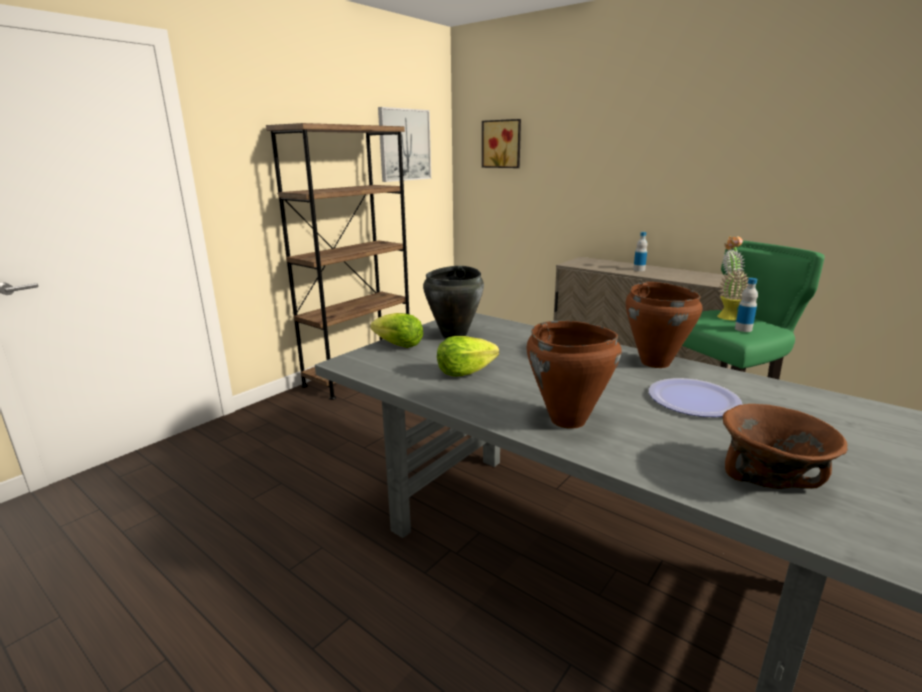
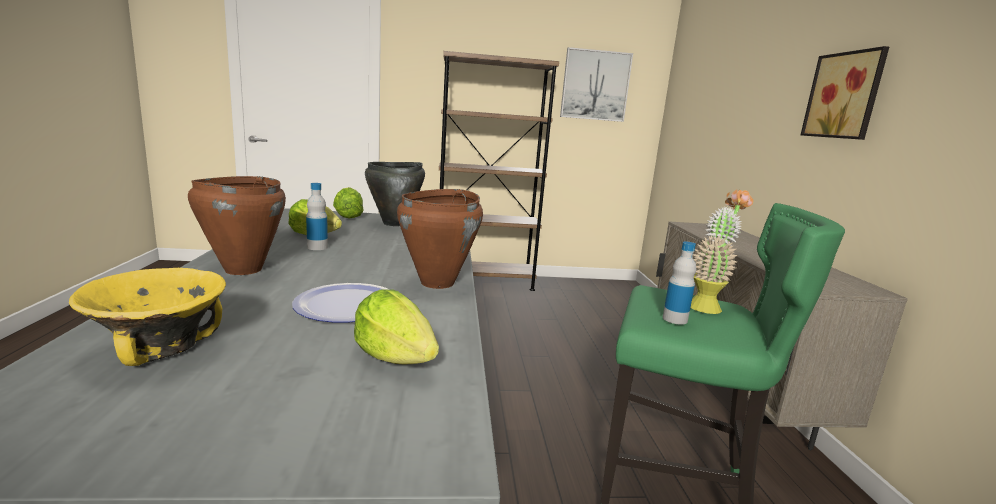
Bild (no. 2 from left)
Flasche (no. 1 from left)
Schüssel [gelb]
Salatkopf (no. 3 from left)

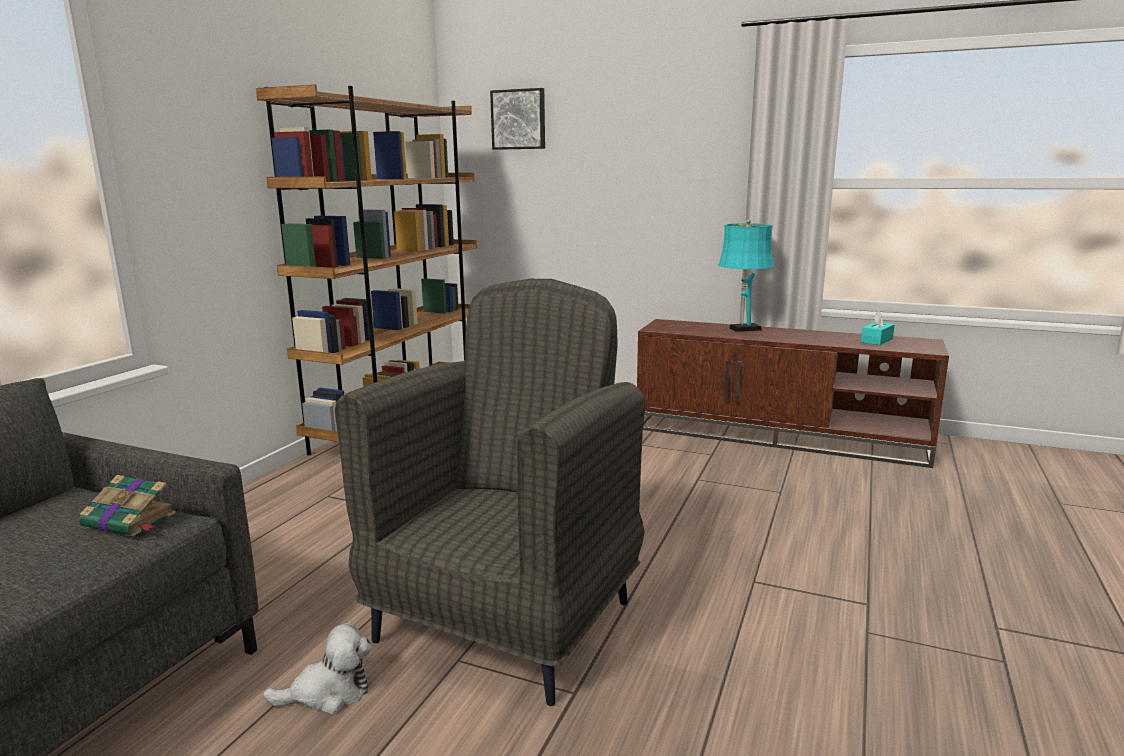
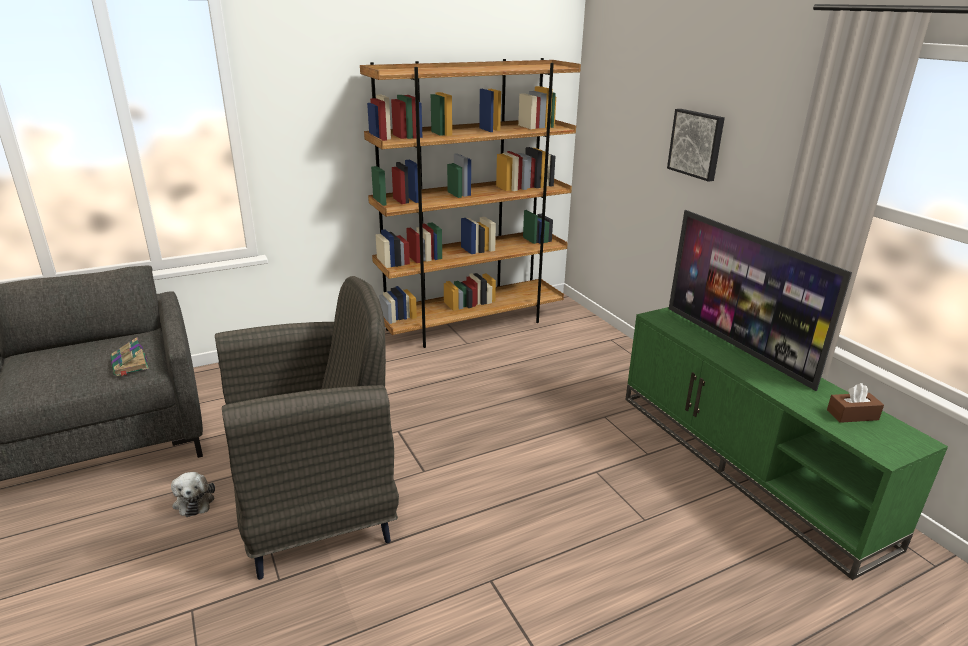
Bild
Fernseher
Taschentuchbox [braun]
Fernsehschrank [grün]
Plüschtier

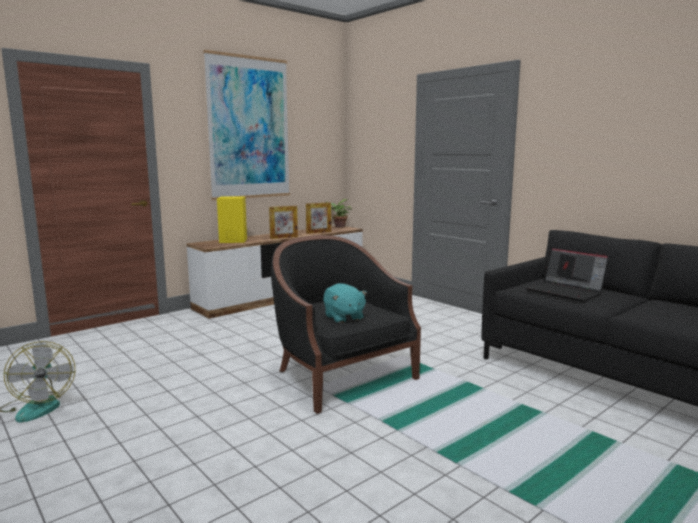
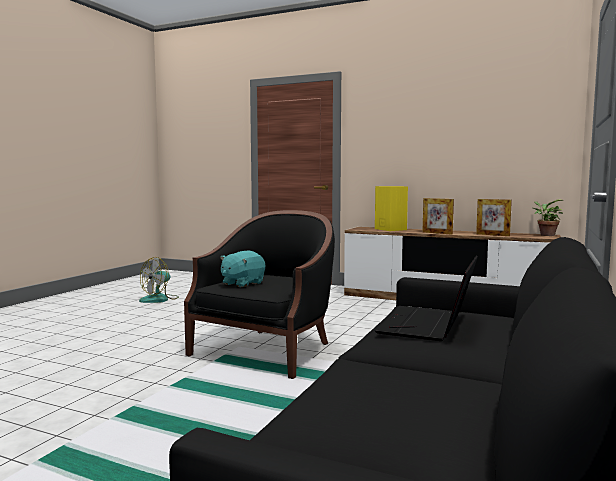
Bild

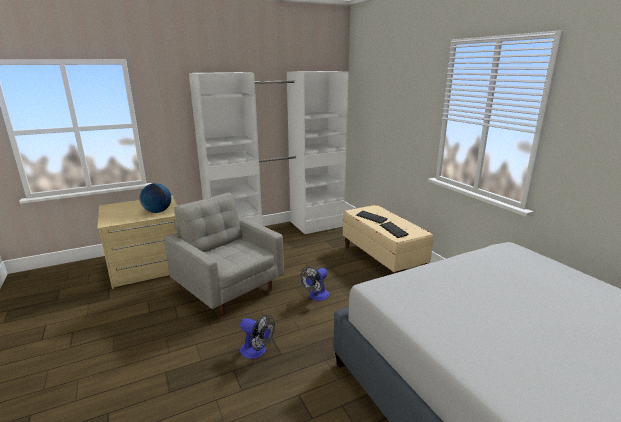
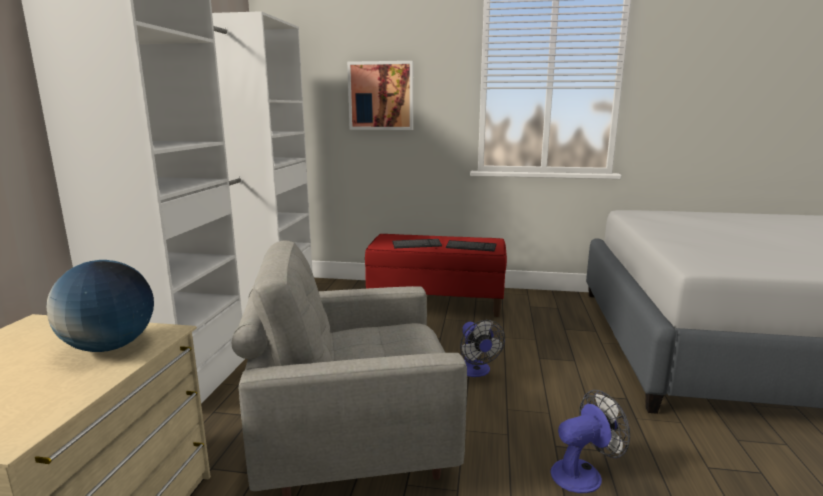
Bank [rot]
Bild

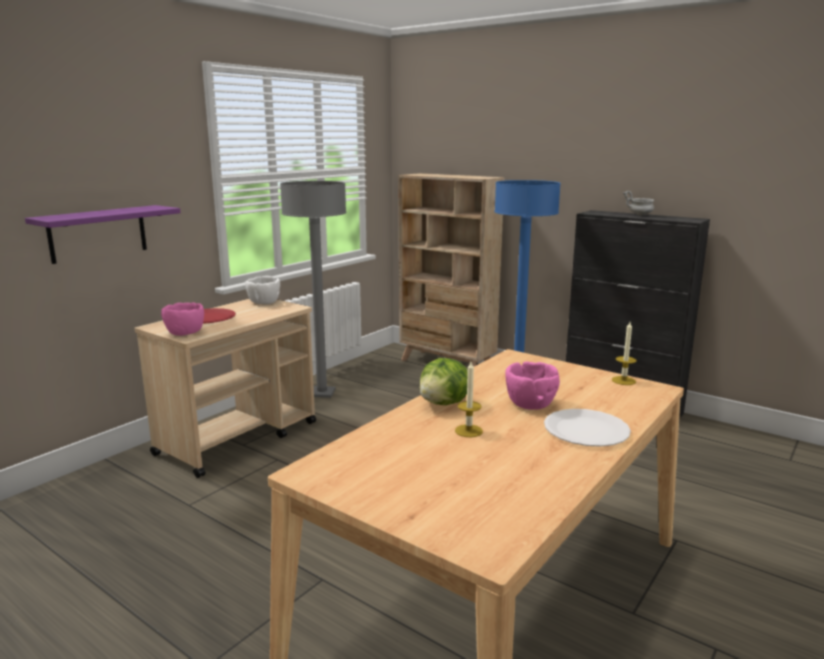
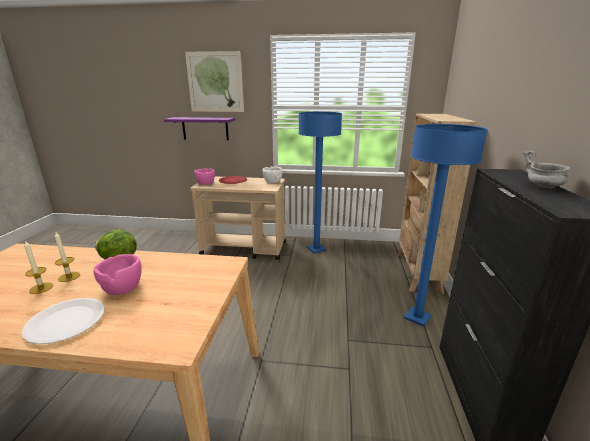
Stehlampe [blau] (no. 1 from left)
Kerze (no. 1 from left)
Bild

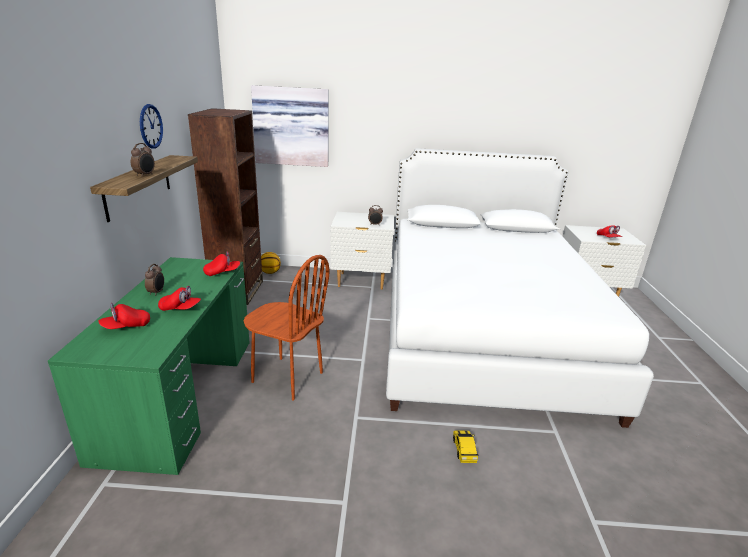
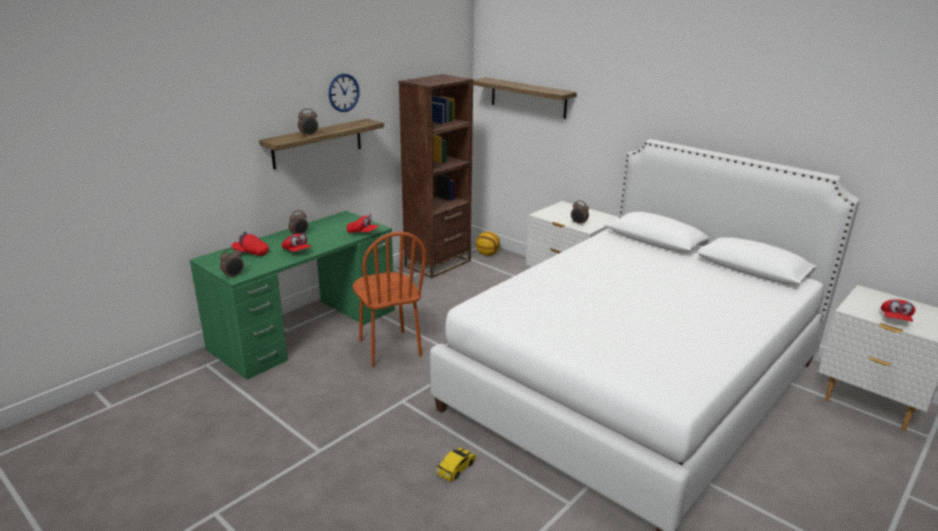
Wandregal (no. 2 from left)
Wecker (no. 1 from left)

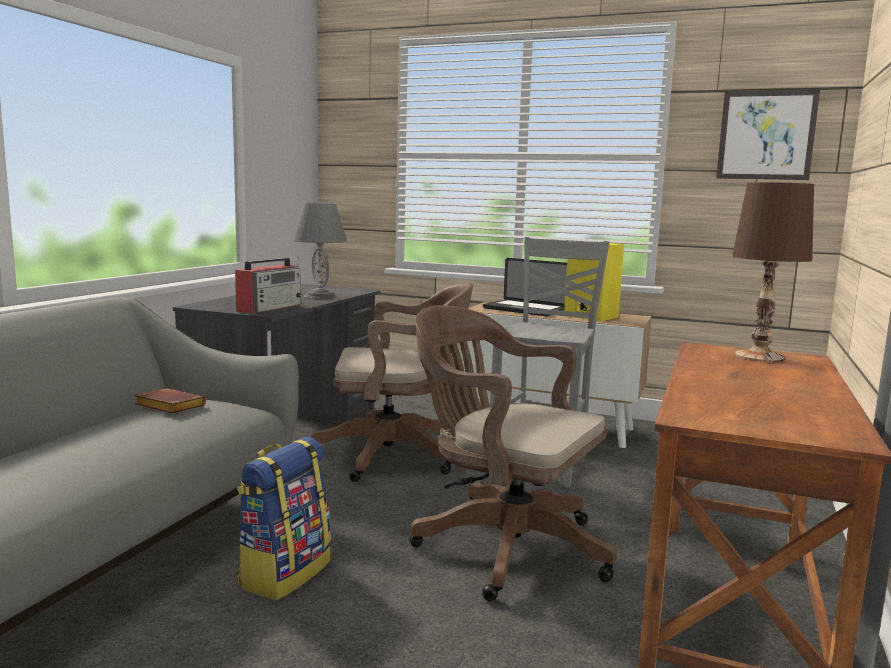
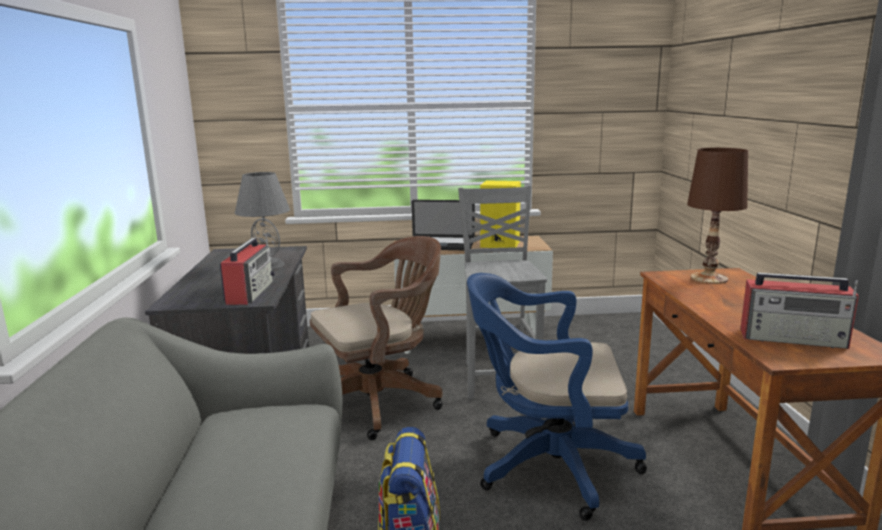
Bild
Bürostuhl [blau]
Buch [braun]
Radio (no. 2 from left)

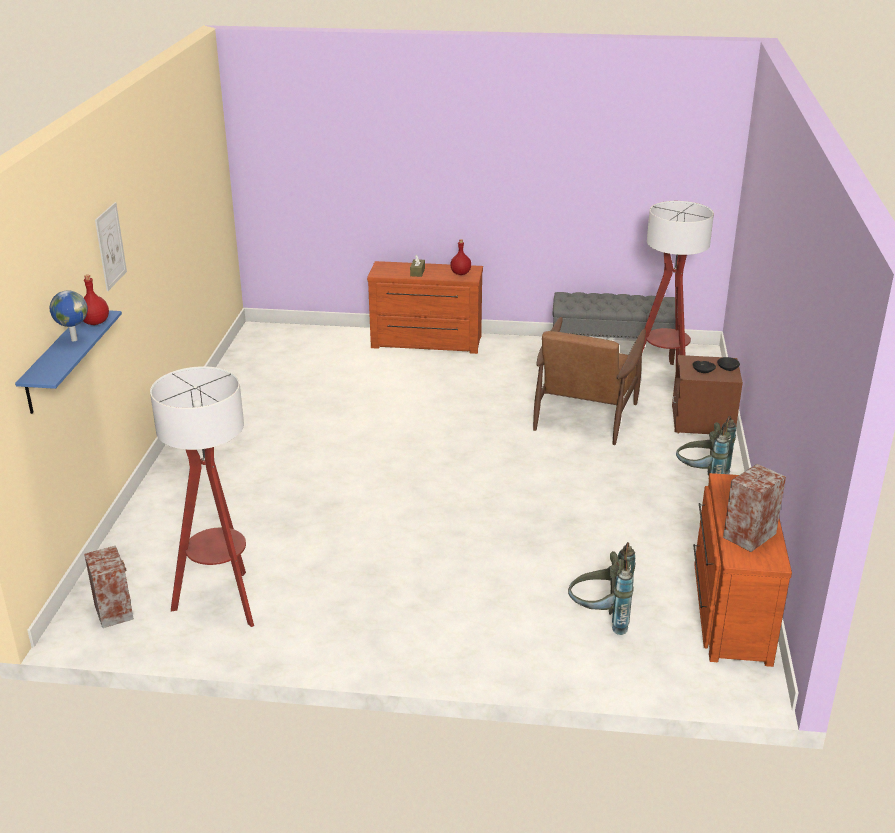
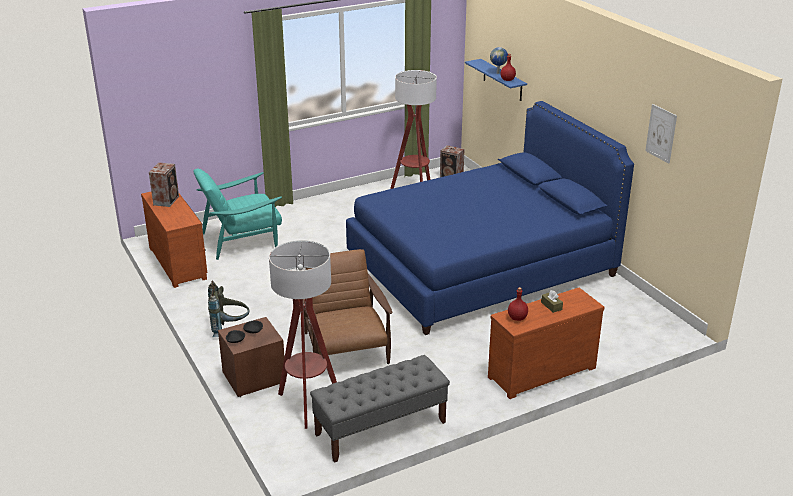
Bild
Sessel [türkis]
Bett [blau]

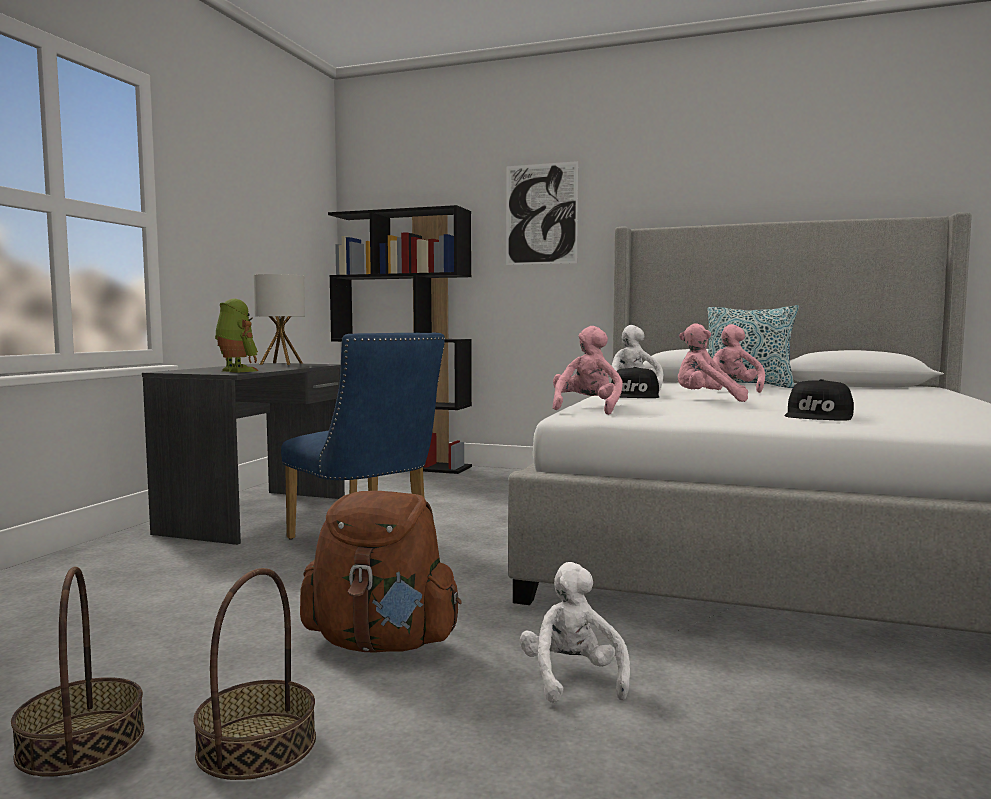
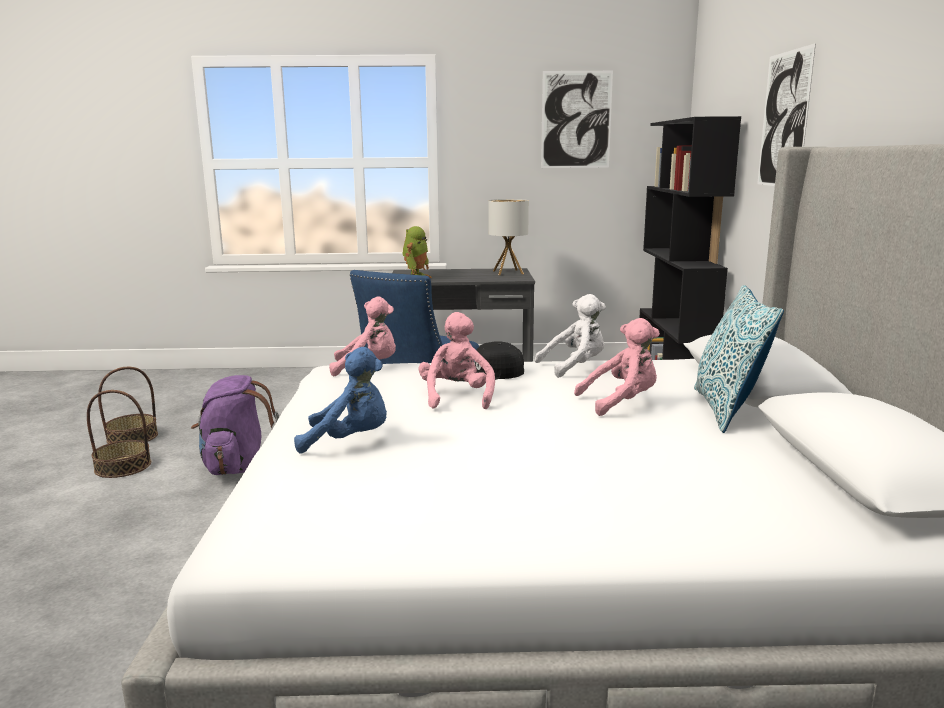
Plüschtier [blau]
Rucksack [lila]
Plüschtier [weiß] (no. 1 from left in the first image)
Bild (no. 1 from left)

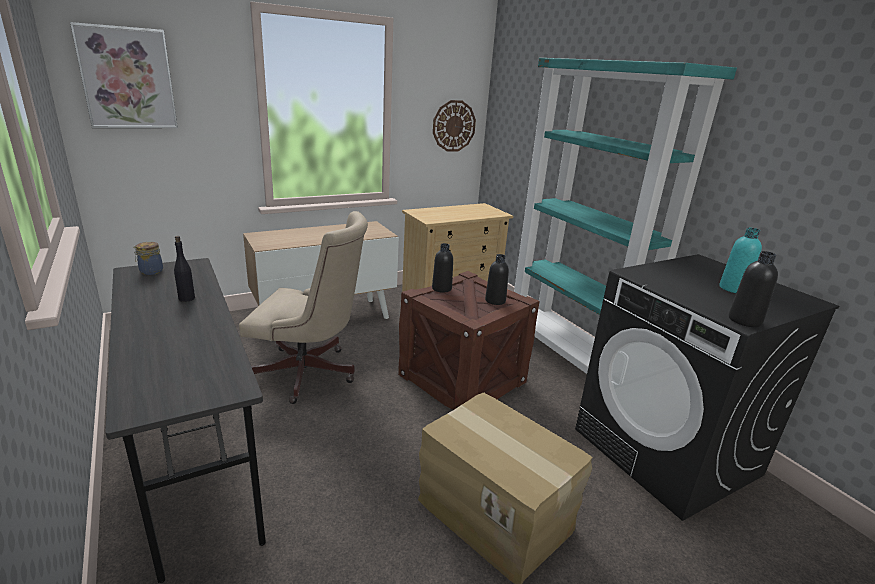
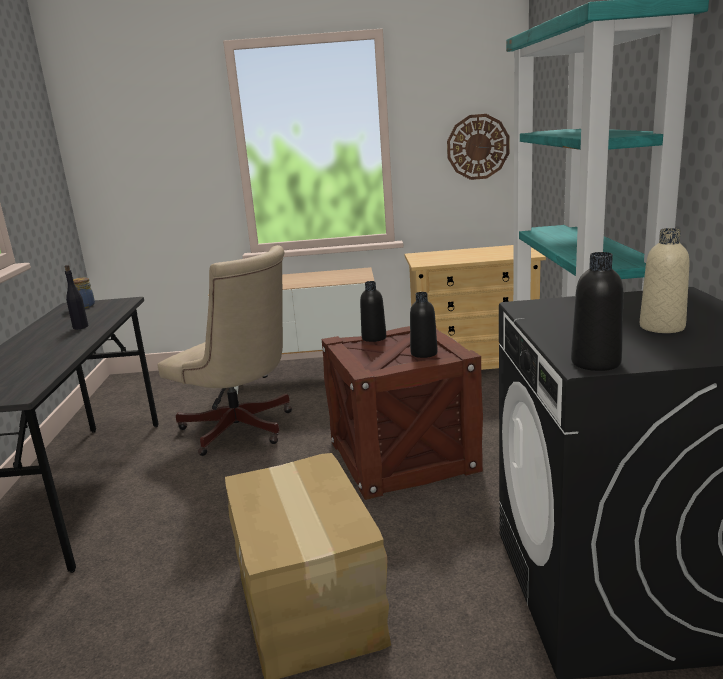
Bild
Flasche [beige]

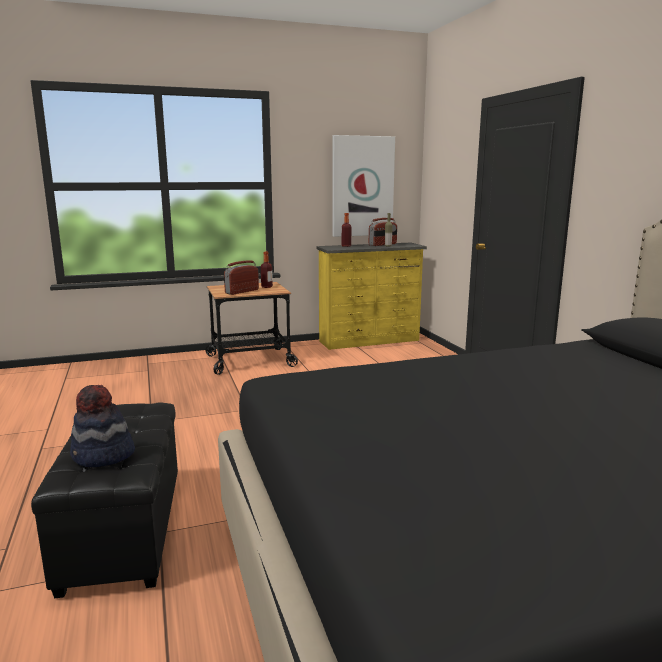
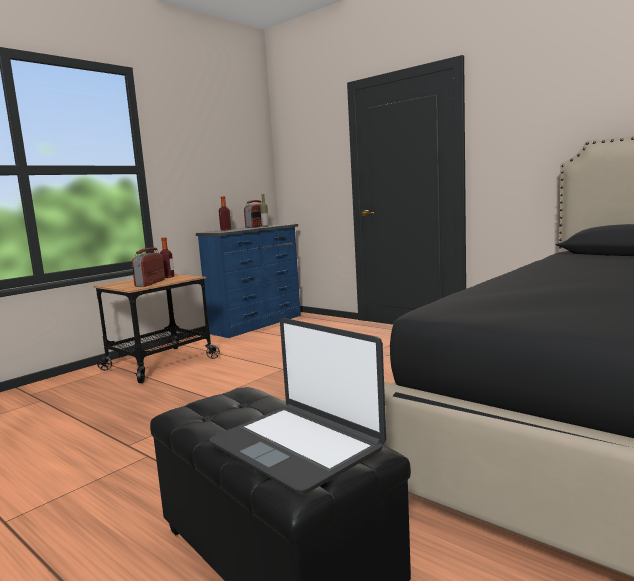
Bild
Kommode [blau]
Laptop

